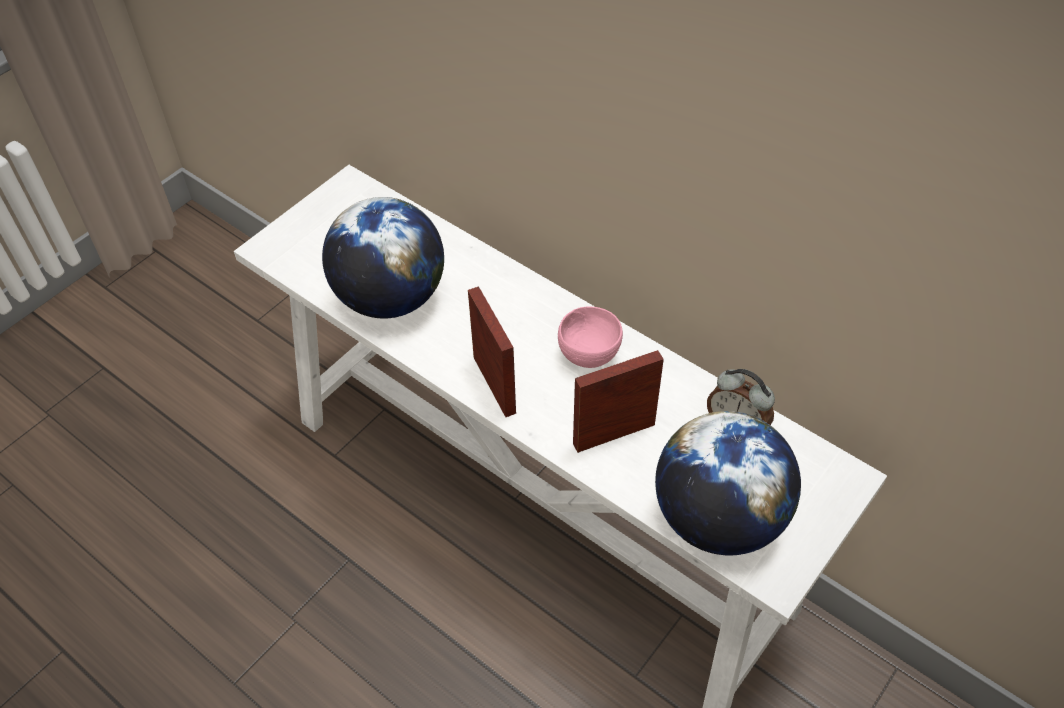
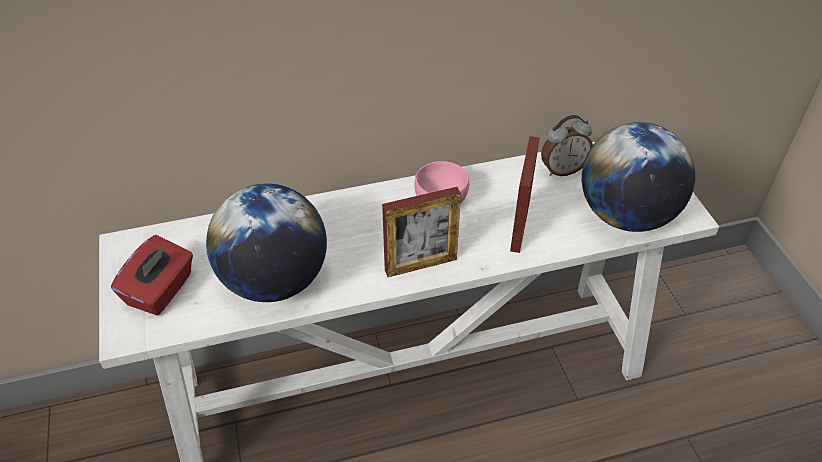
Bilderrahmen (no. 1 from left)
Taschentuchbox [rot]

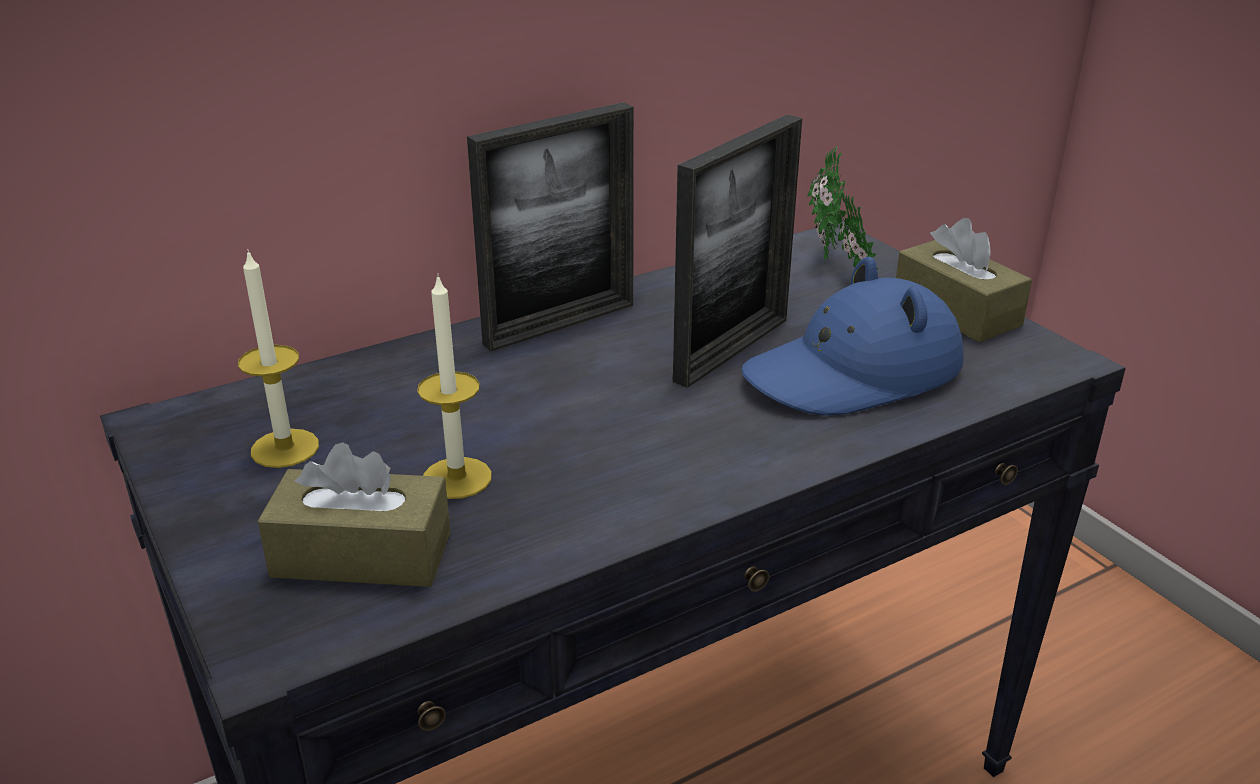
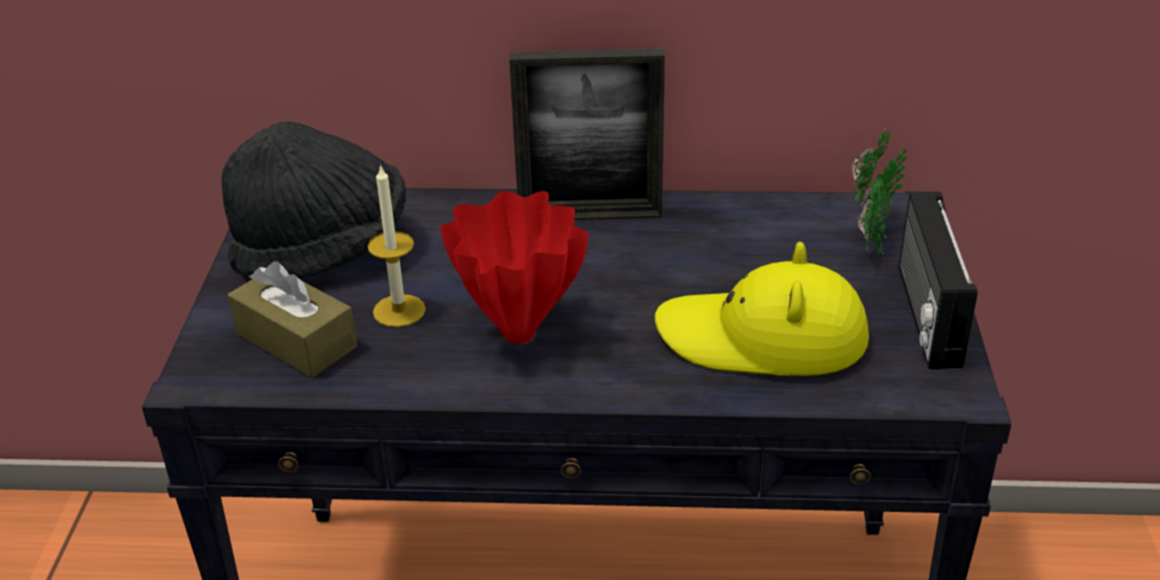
Bilderrahmen (no. 2 from left in the first image)
Radio
Hut [schwarz]
Hut [gelb]
Vase [rot]

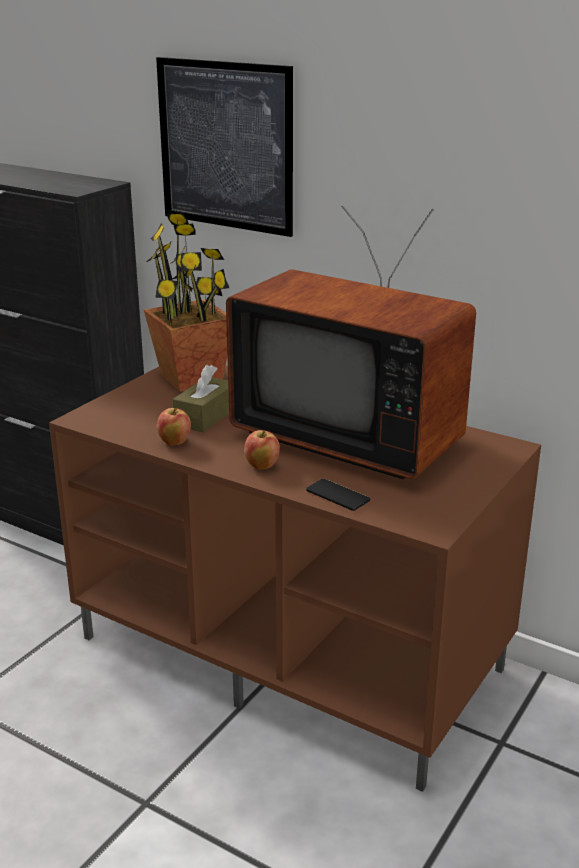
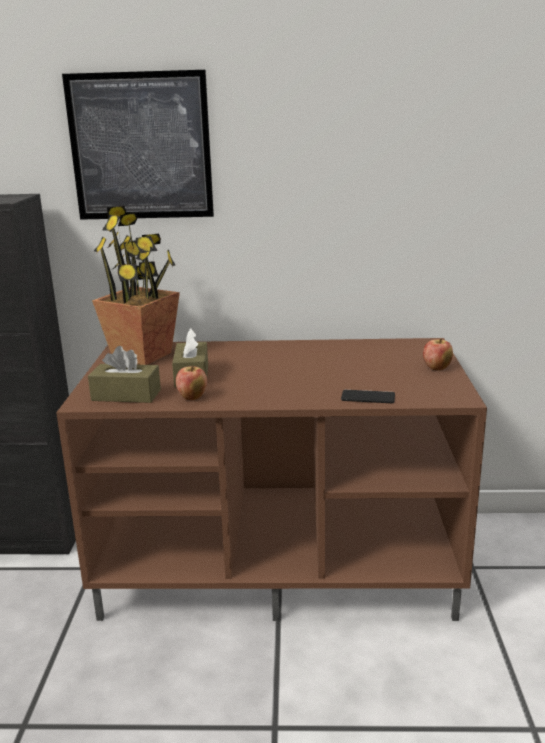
Fernseher
Apfel (no. 2 from left)
Taschentuchbox [braun] (no. 1 from left)

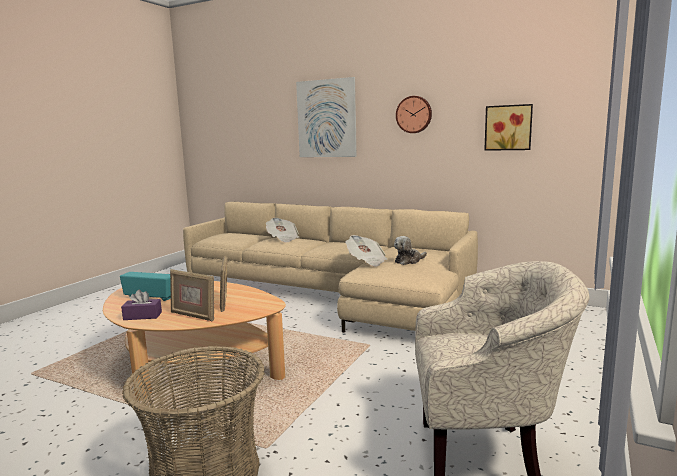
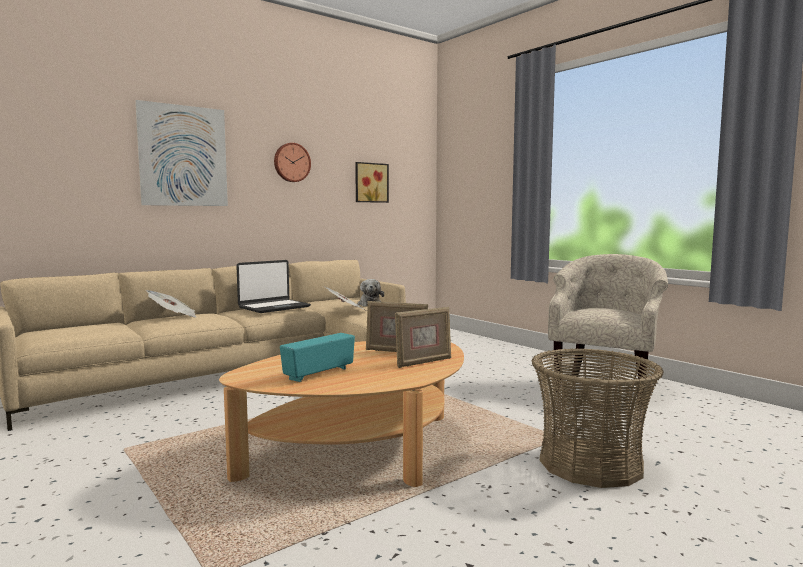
Taschentuchbox [lila]
Laptop

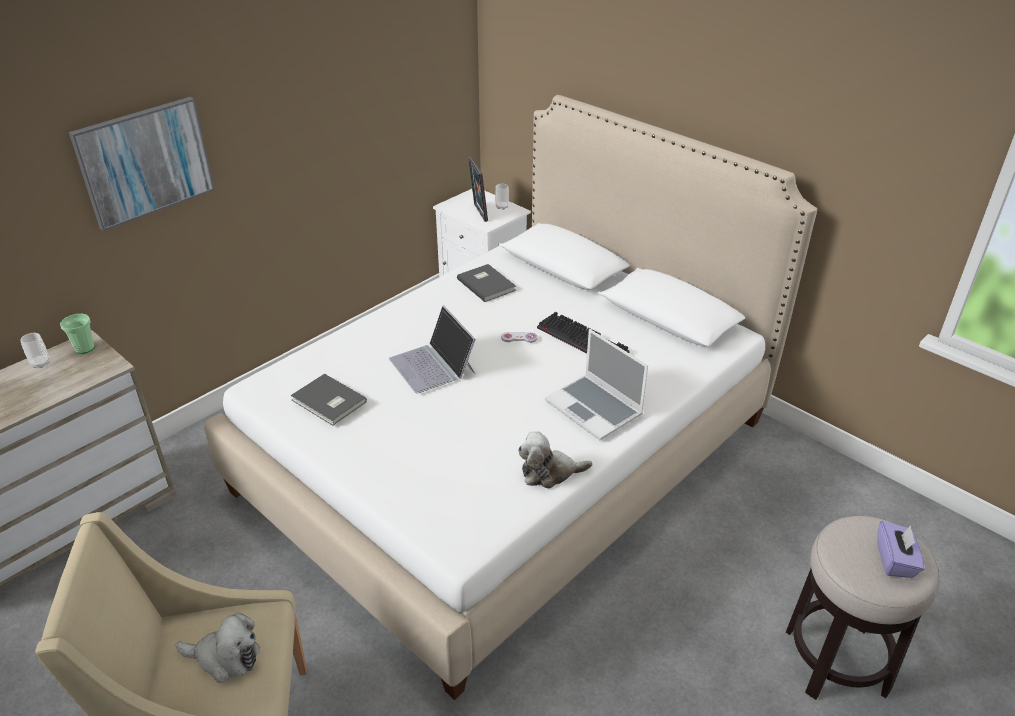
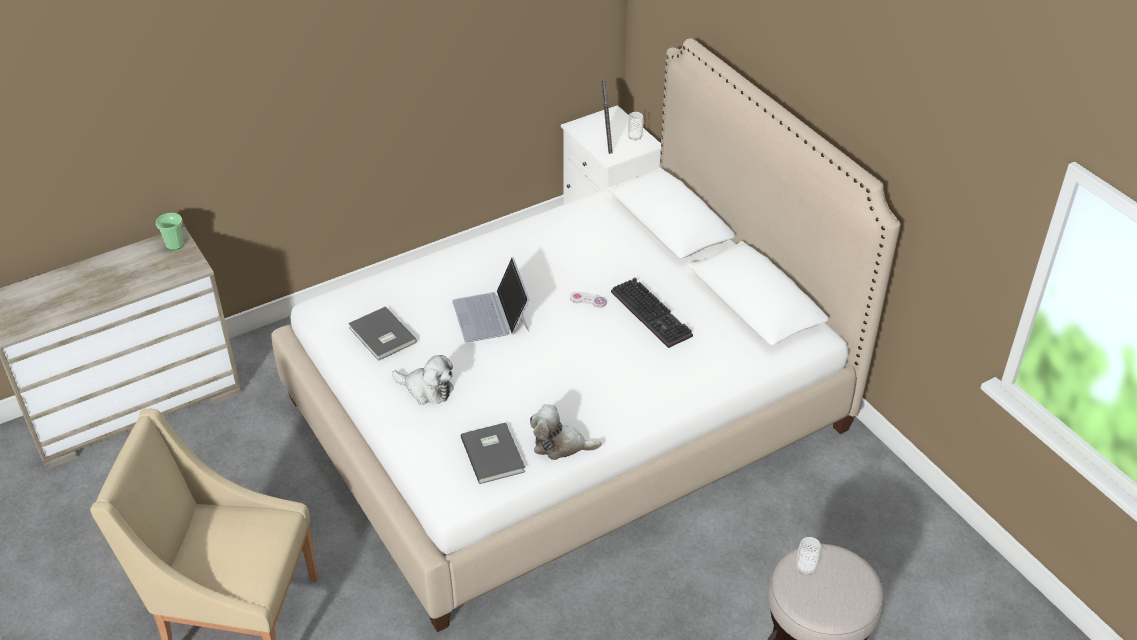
Bild
Buch [grau] (no. 2 from left)
Laptop (no. 2 from left in the first image)
Tasse (no. 3 from left)
Taschentuchbox [lila]
Plüschtier (no. 1 from left)

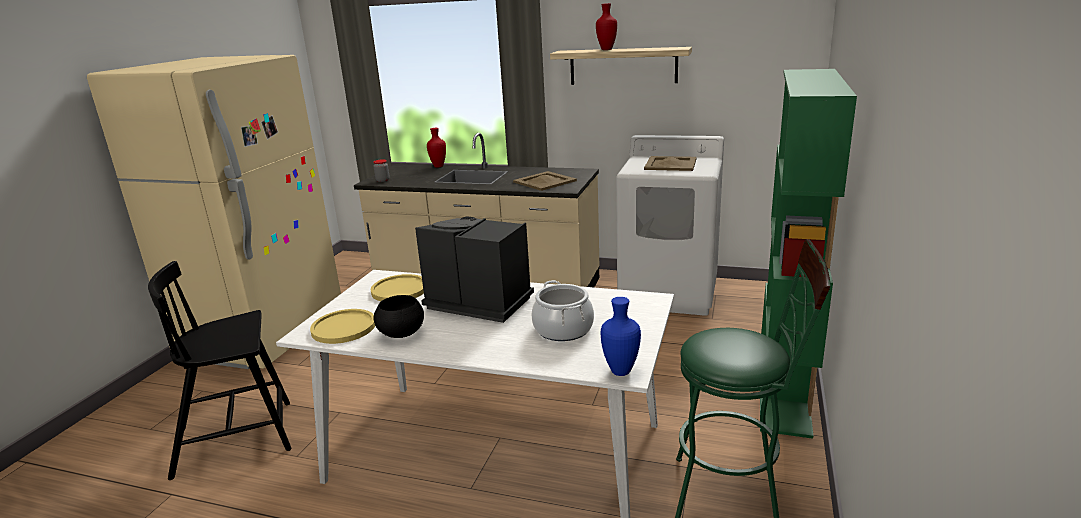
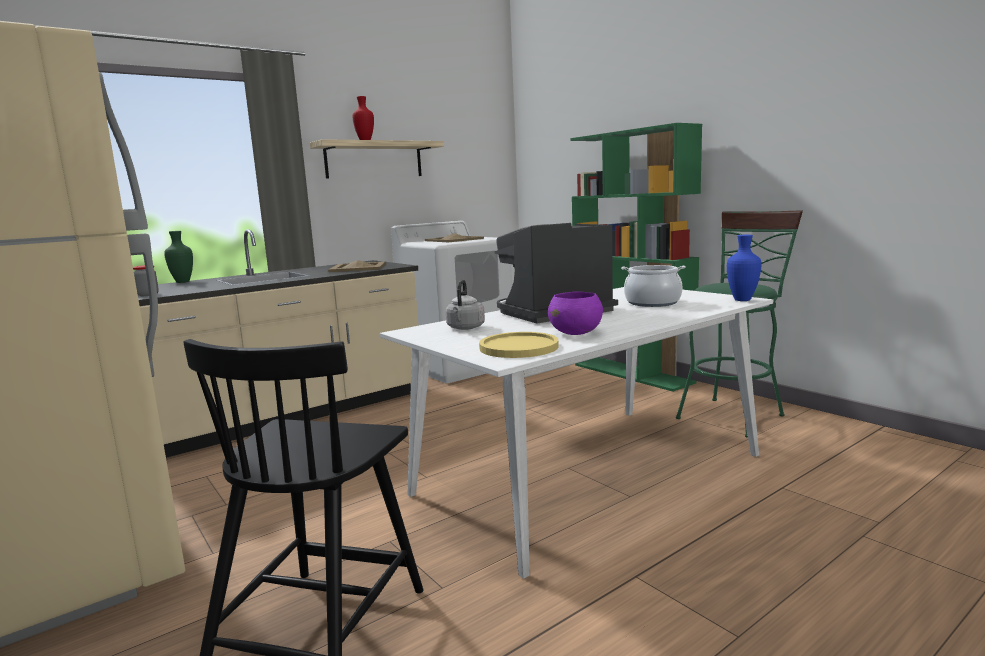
Vase [grün]
Wasserkessel [grau]
Schüssel [lila]

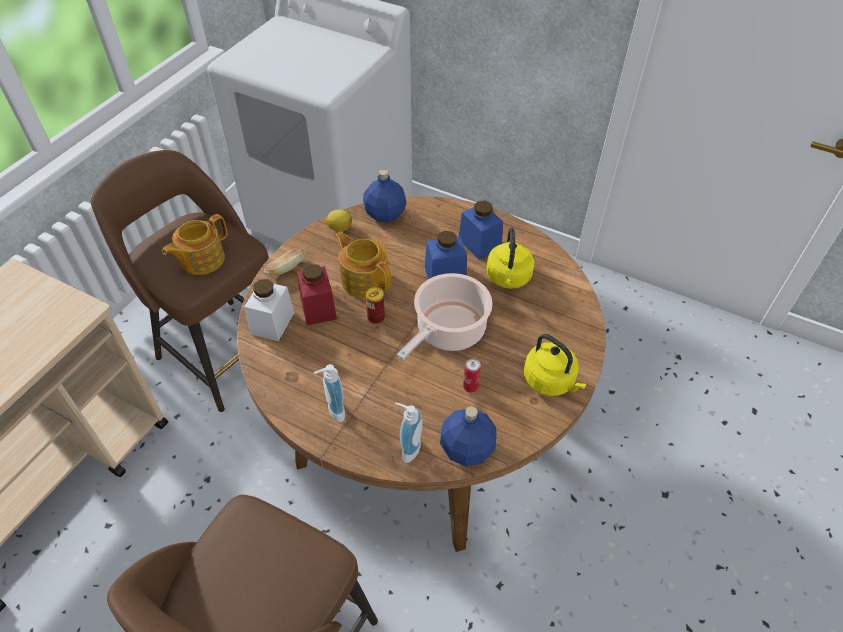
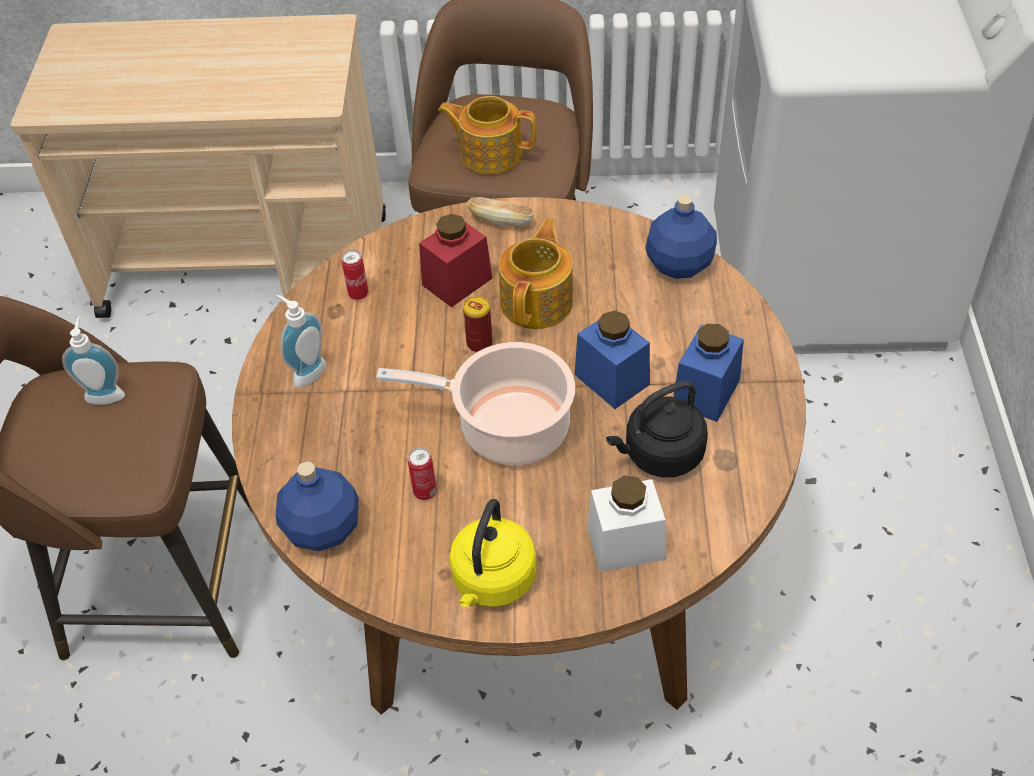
Zitrone
Wasserkessel [schwarz]
Vorratsglas [weiß]
Seifenspender (no. 1 from left)
Dose (no. 1 from left)

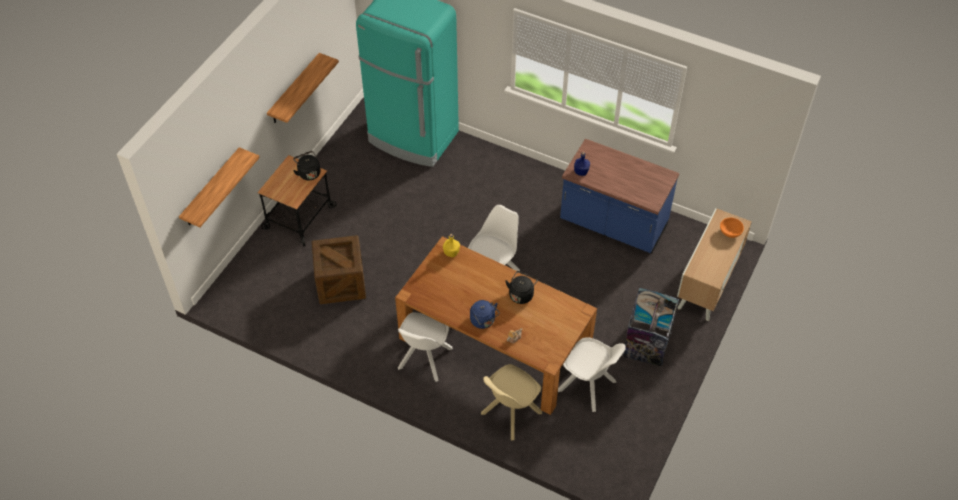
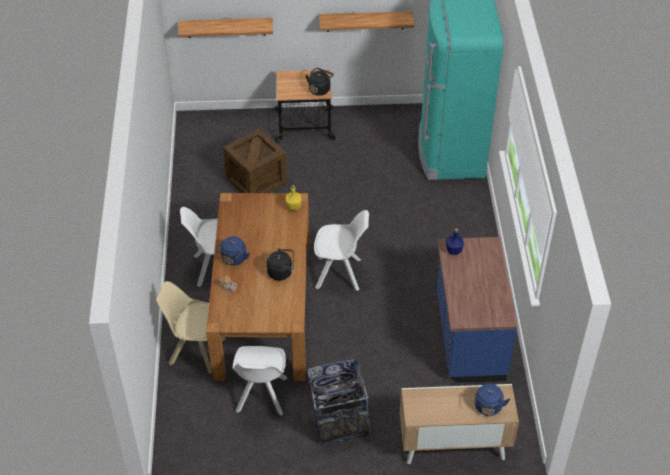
Wasserkessel [blau] (no. 2 from left)

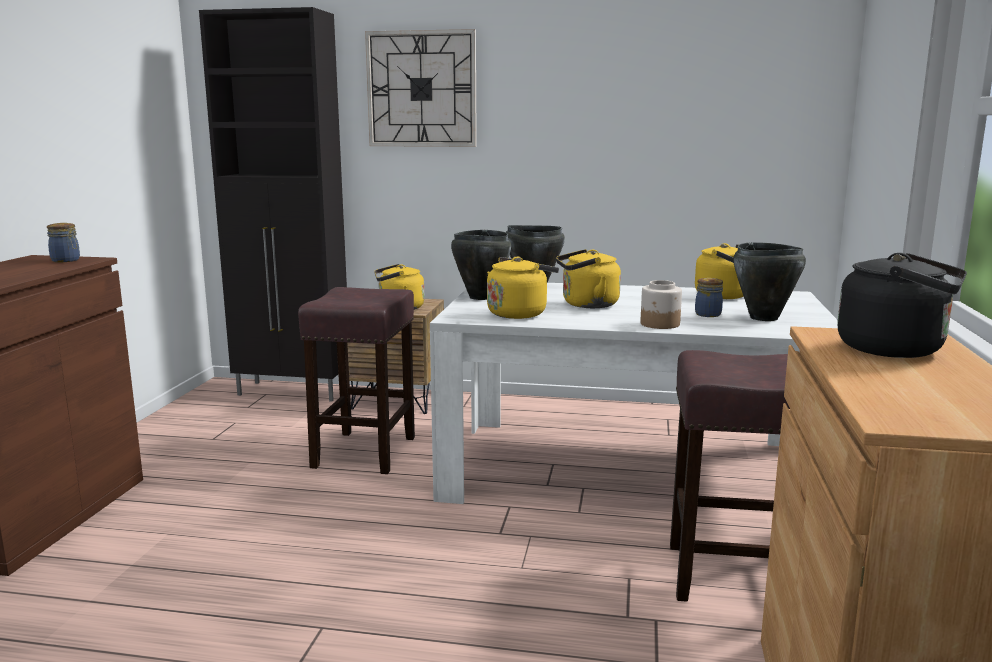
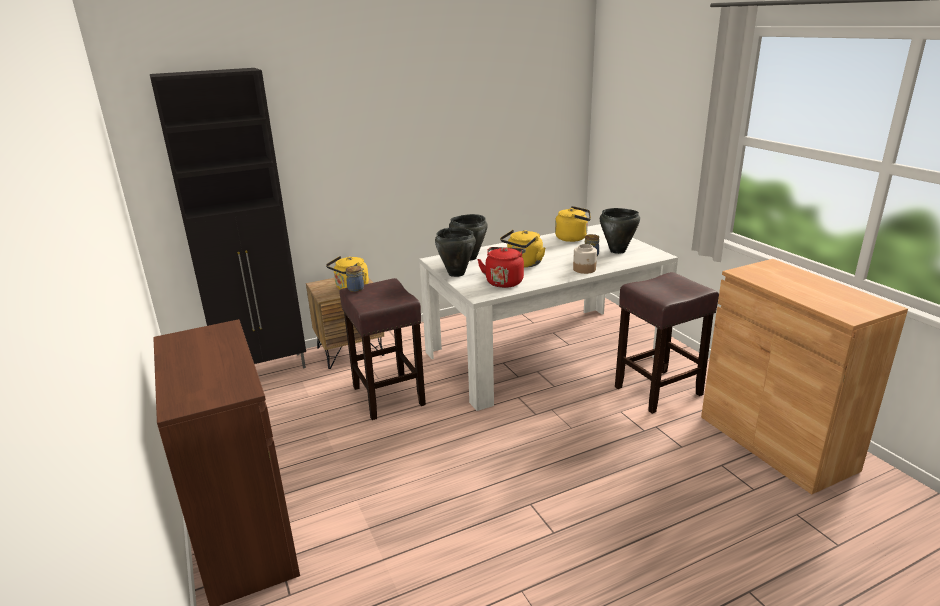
Wanduhr
Vorratsglas (no. 1 from left)
Wasserkessel [schwarz]
Wasserkessel [rot]

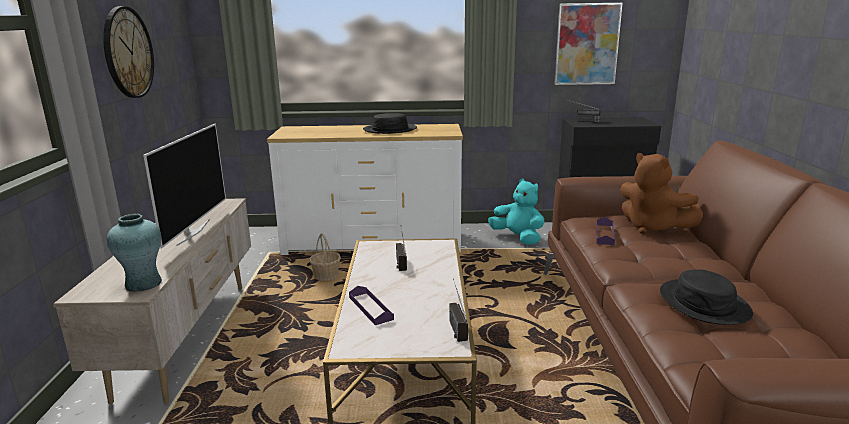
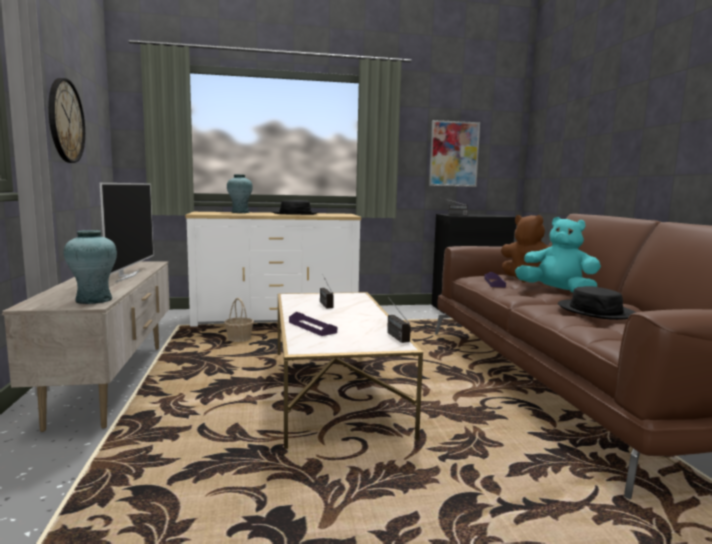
Plüschtier [türkis]
Vase [türkis] (no. 2 from left)

